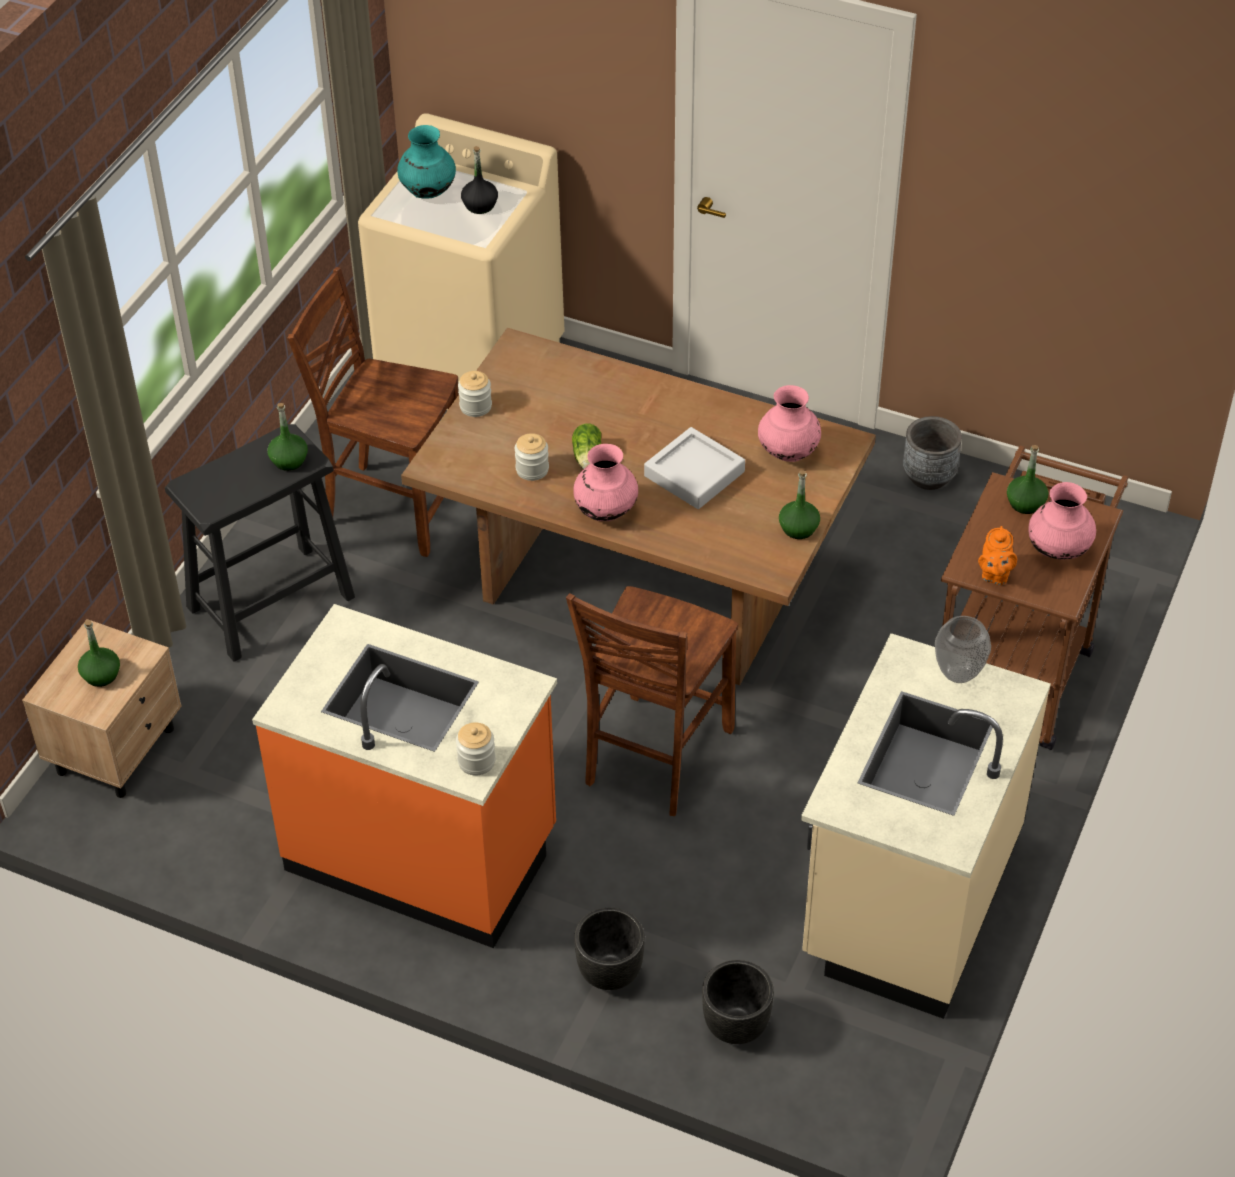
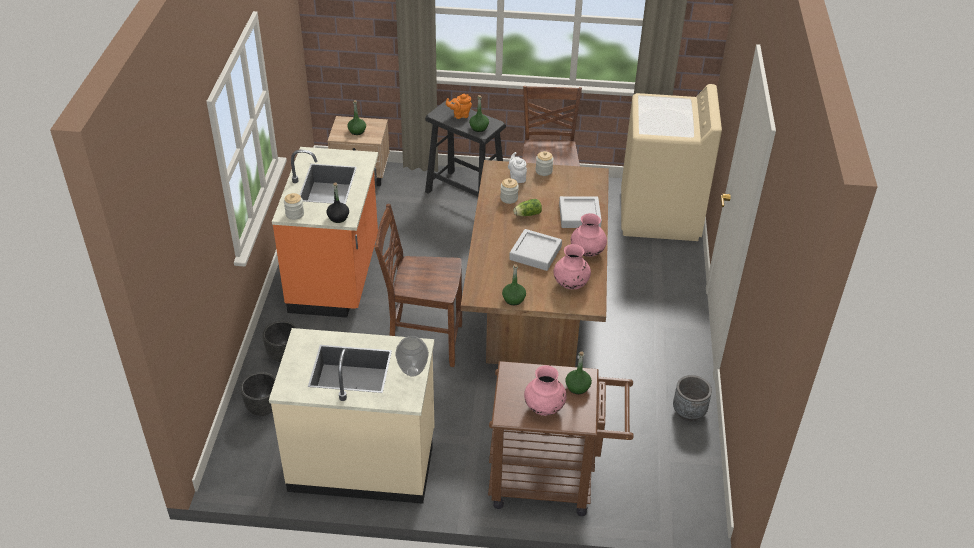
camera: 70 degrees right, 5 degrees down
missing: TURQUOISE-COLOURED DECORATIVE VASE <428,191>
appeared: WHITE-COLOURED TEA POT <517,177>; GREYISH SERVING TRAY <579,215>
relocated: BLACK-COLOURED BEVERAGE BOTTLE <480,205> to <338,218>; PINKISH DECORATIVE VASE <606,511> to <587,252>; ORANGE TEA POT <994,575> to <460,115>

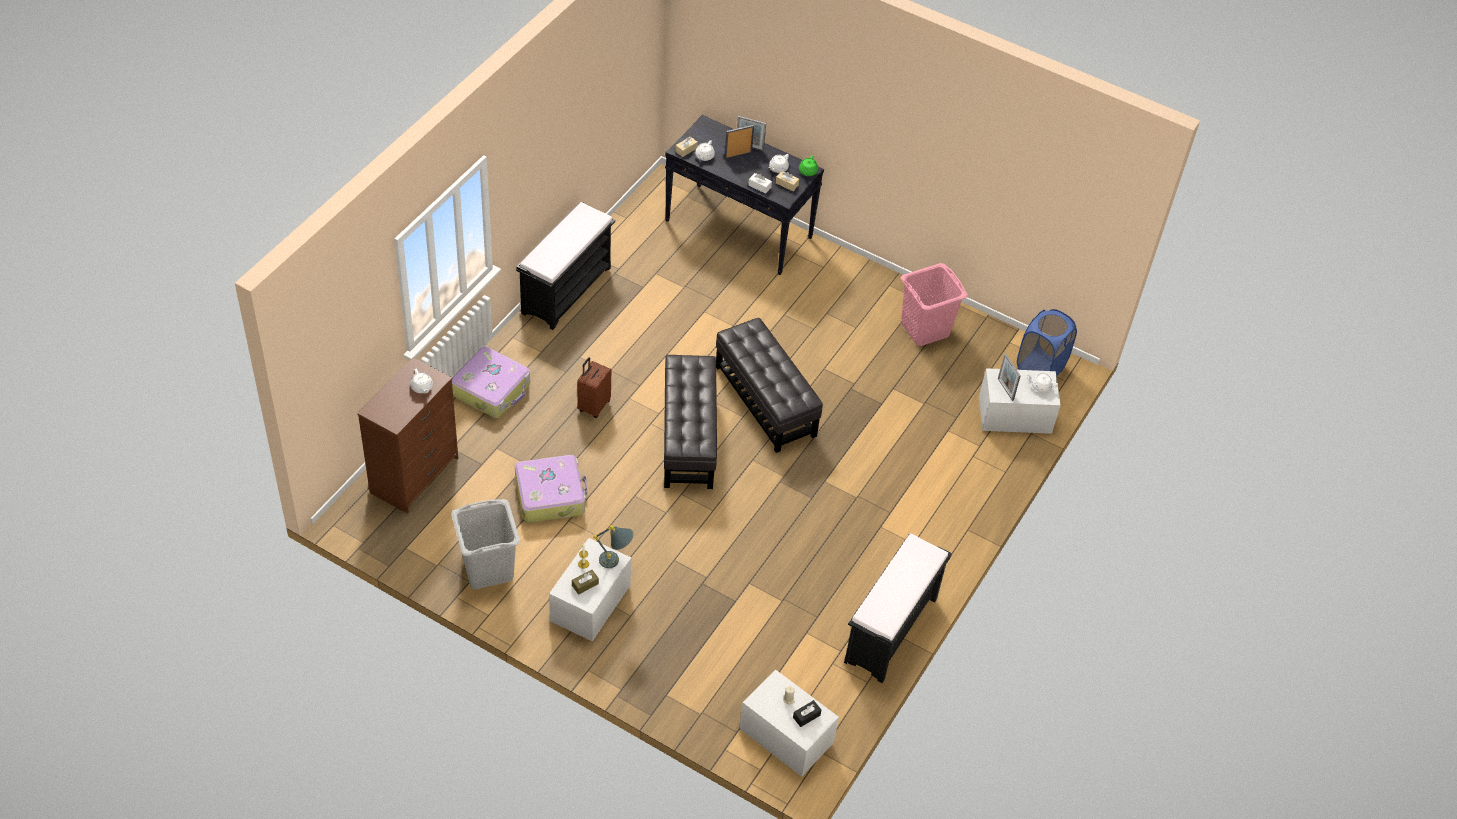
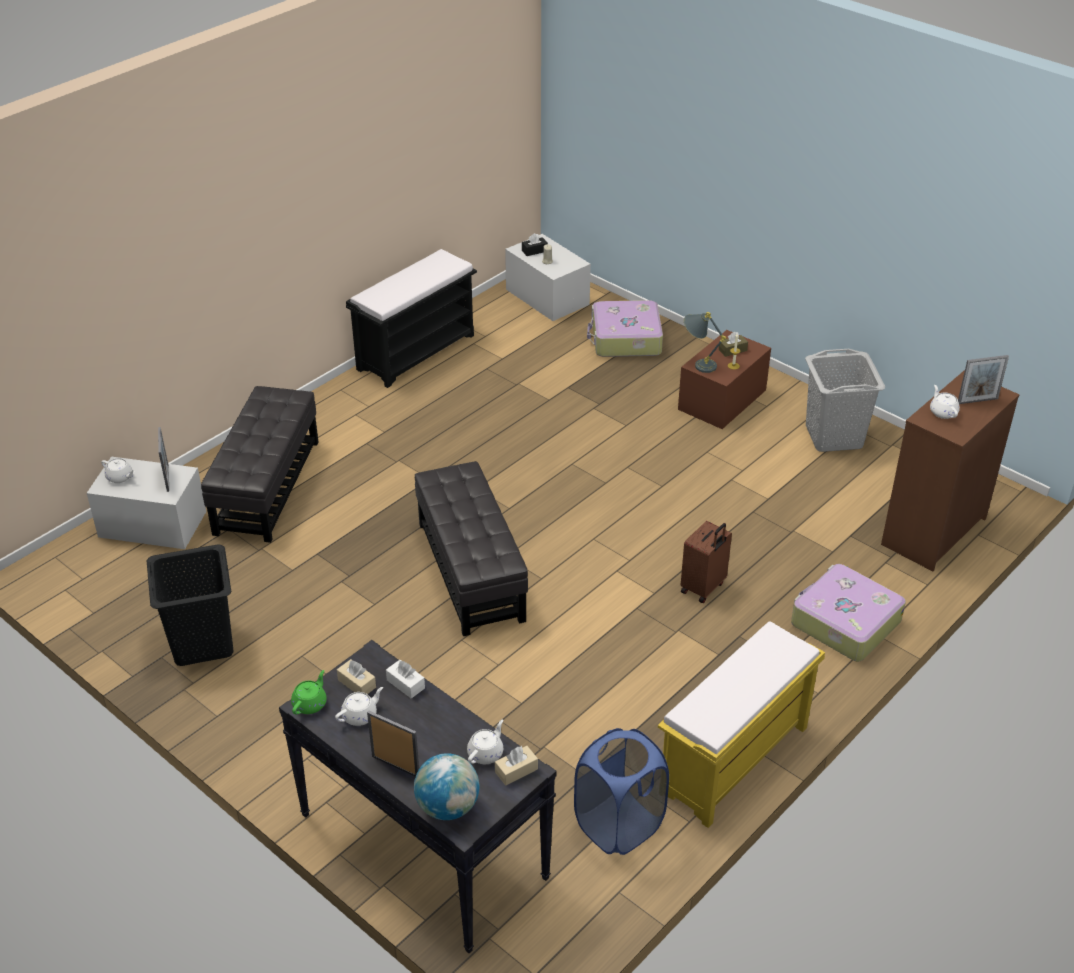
camera: 165 degrees left, 10 degrees down
appeared: DESK GLOBE <448,807>
relocated: PIECE OF LUGGAGE <550,495> to <625,339>; BLACK-COLOURED POUFFE <689,438> to <266,487>; PICTURE FRAME <738,155> to <977,401>; BLUISH LAUNDRY BASKET <1040,368> to <619,825>
colour: BLACK-COLOURED INDOOR BENCH <566,289> to YELLOWISH INDOOR BENCH <733,762>; WHITE-COLOURED STORAGE CONTAINER <590,603> to BROWNISH STORAGE CONTAINER <722,399>; PINKISH LAUNDRY BASKET <924,329> to BLACK-COLOURED LAUNDRY BASKET <203,643>

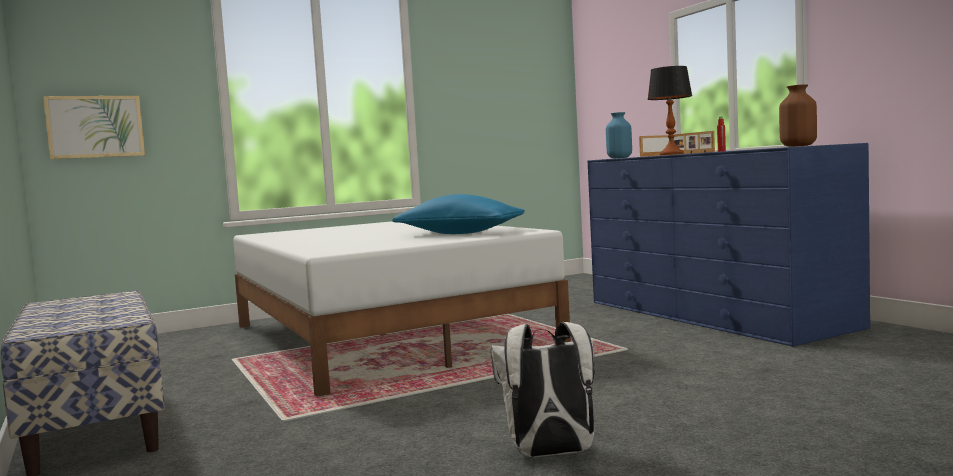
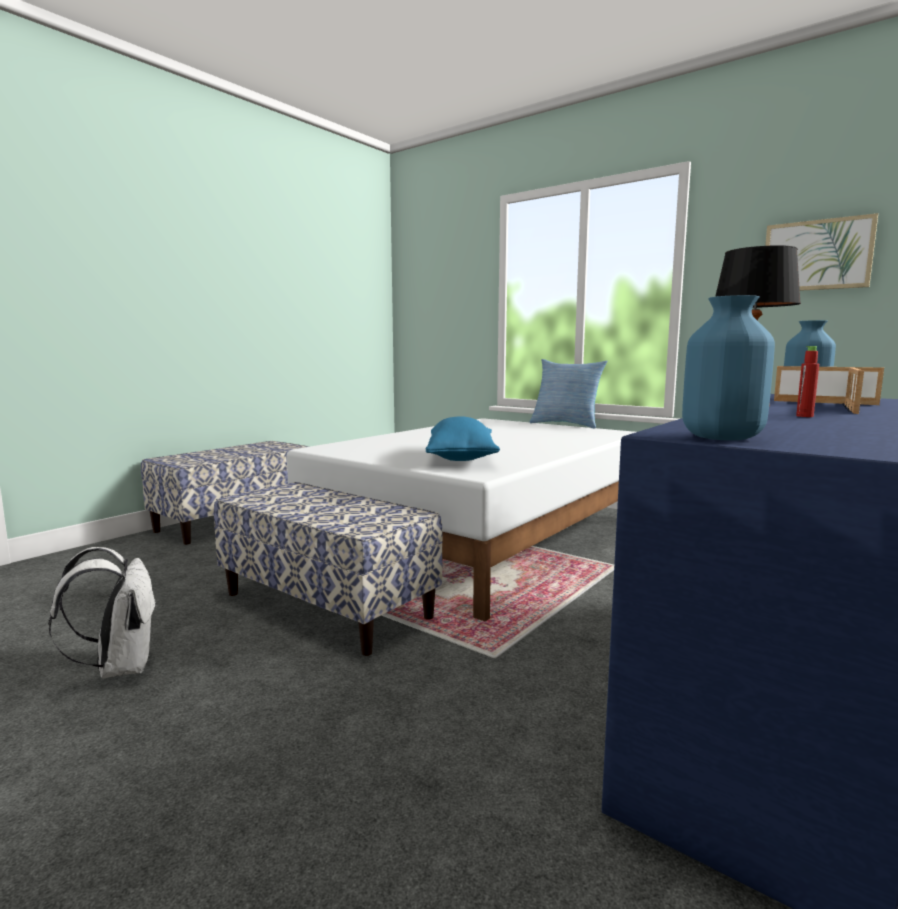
camera: 65 degrees right, 5 degrees up
appeared: INDOOR BENCH <327,605>; PILLOW <566,424>
relocated: PICTURE <95,127> to <816,255>
colour: BROWNISH DECORATIVE VASE <798,146> to BLUISH DECORATIVE VASE <720,438>

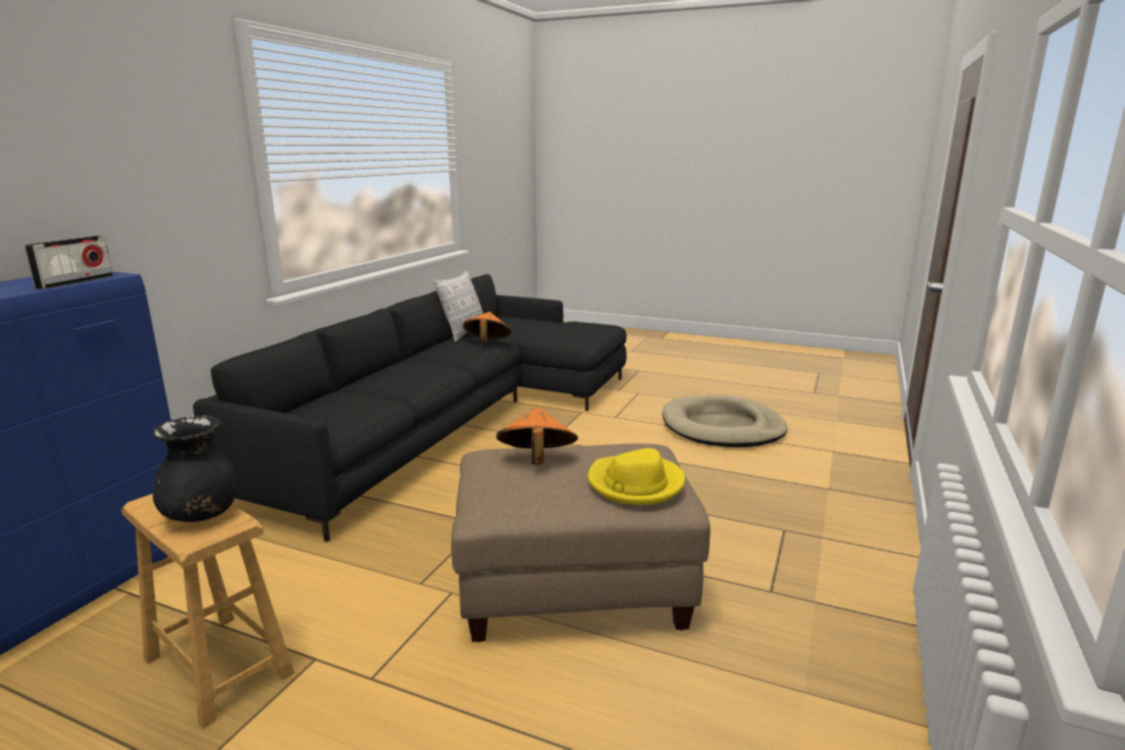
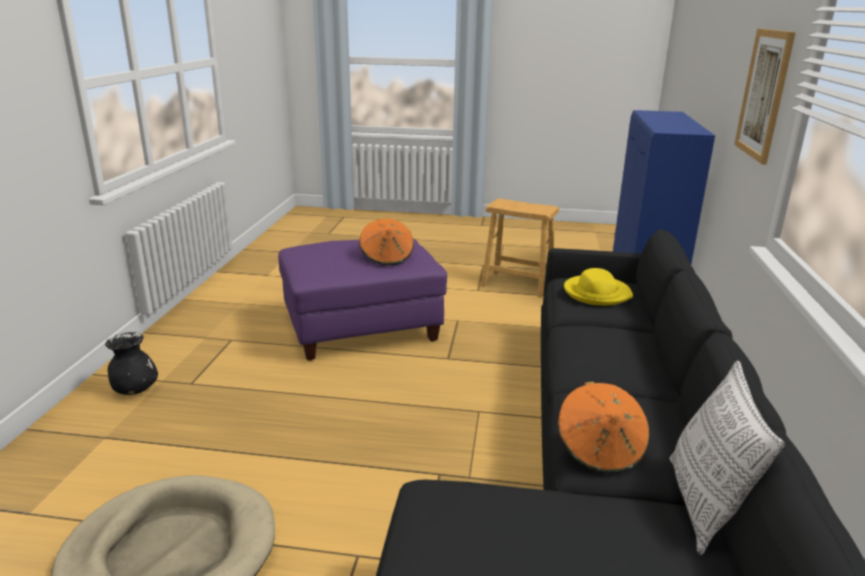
camera: 165 degrees right, 5 degrees up
missing: RADIO RECEIVER <75,282>
appeared: PICTURE <763,94>
relocated: BLACK-COLOURED DECORATIVE VASE <202,515> to <135,390>; YELLOWISH CLOTHING HAT <635,484> to <596,293>
colour: SAND-COLOURED POUFFE <572,587> to PURPLISH POUFFE <362,328>

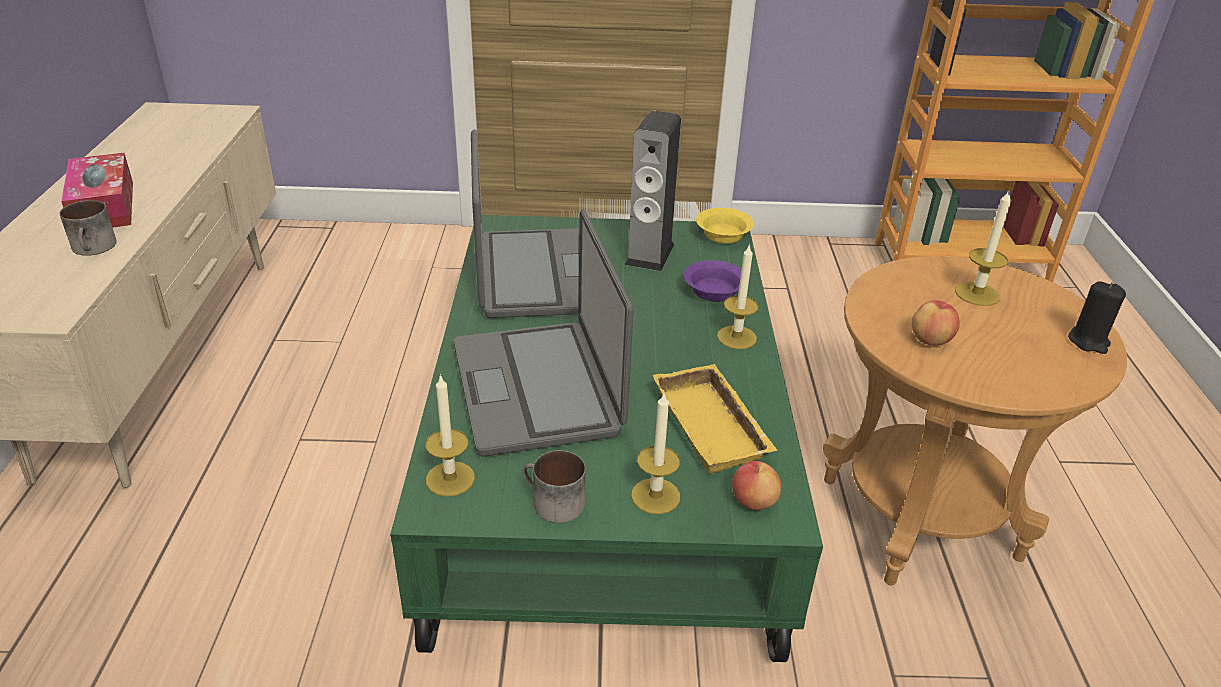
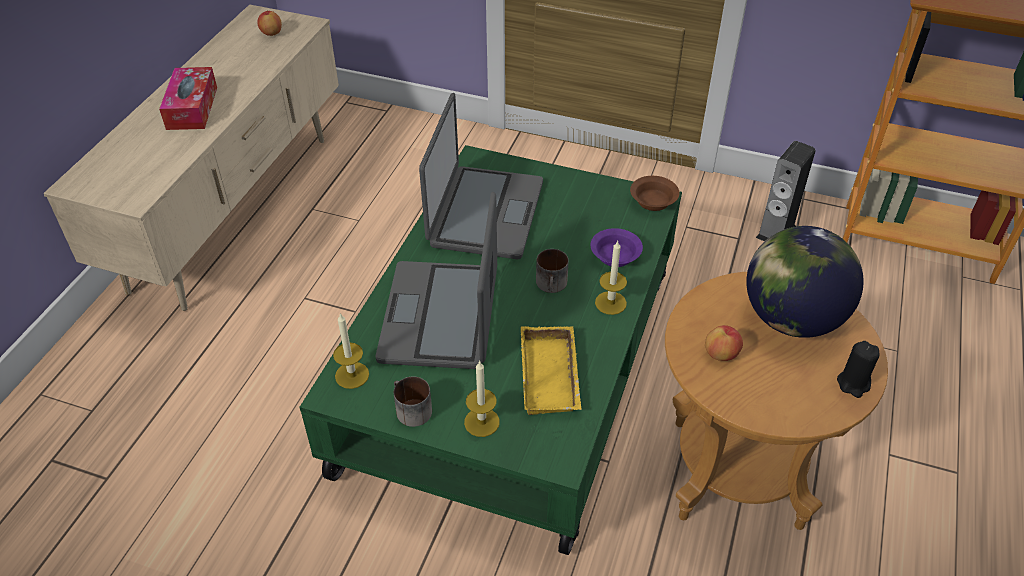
camera: 20 degrees right, 10 degrees up
relocated: MUG <95,248> to <552,285>; AUDIO SPEAKER <649,254> to <776,232>; APPLE <753,501> to <271,33>
exchanged: WAX LIGHT <977,294> to DESK GLOBE <791,318>
colour: YELLOWISH DEEP DISH <722,236> to BROWNISH DEEP DISH <652,201>

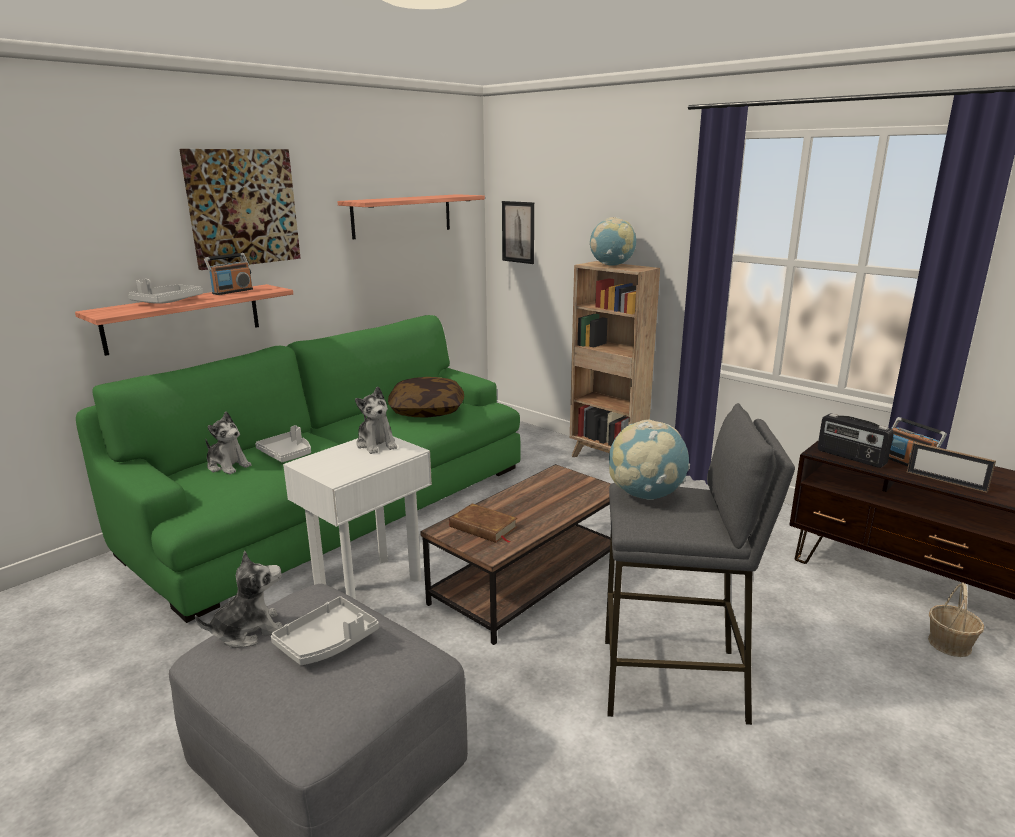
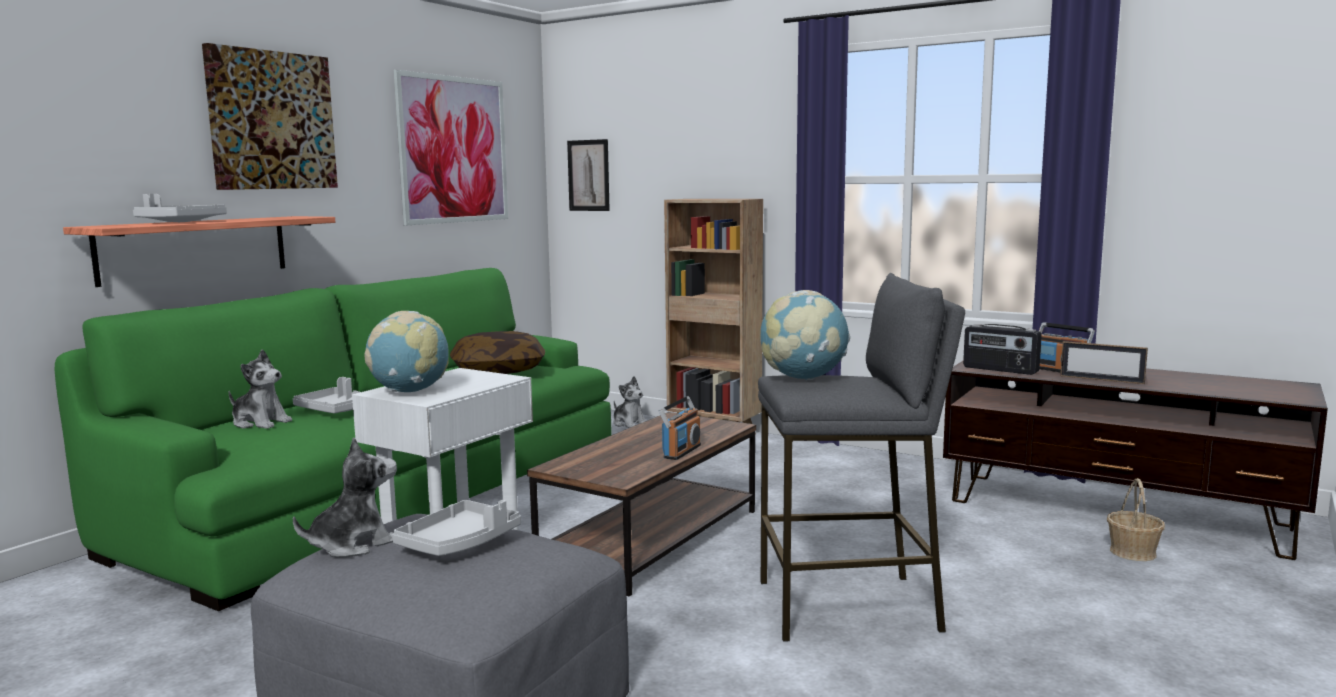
camera: 10 degrees left, 10 degrees down
missing: BROWNISH BOOK <483,527>
relocated: RADIO RECEIVER <232,291> to <681,451>; SOFT TOY <376,444> to <629,424>; DESK GLOBE <611,265> to <410,391>
exchanged: BRACKET SHELF <402,215> to PICTURE <453,150>

